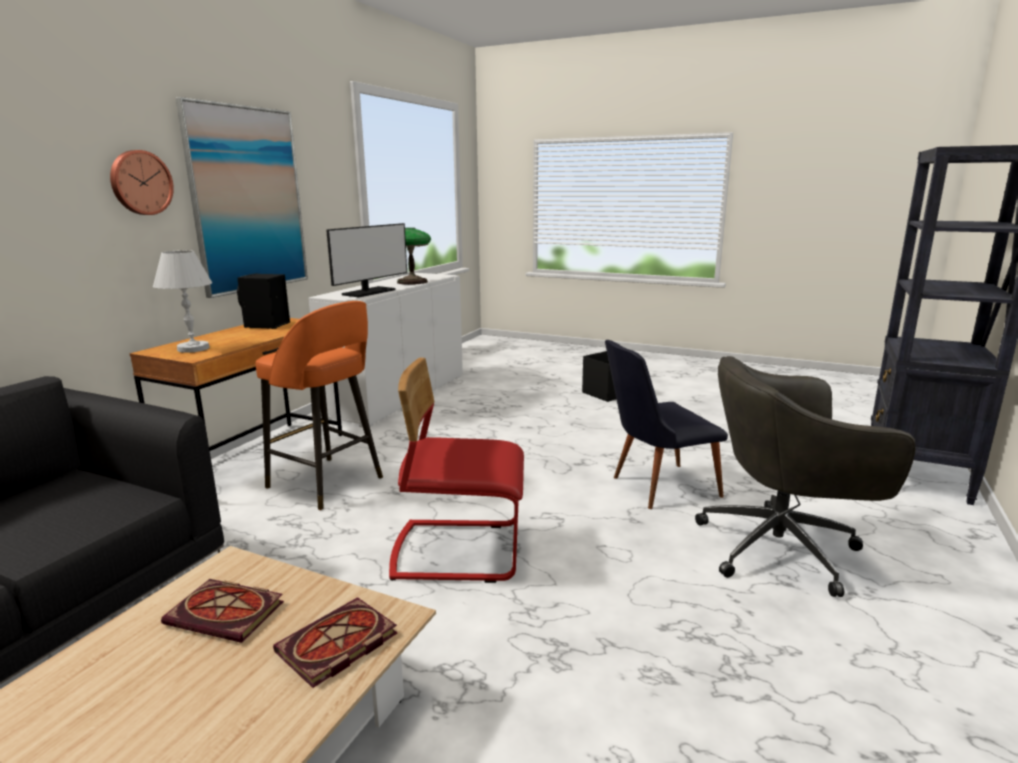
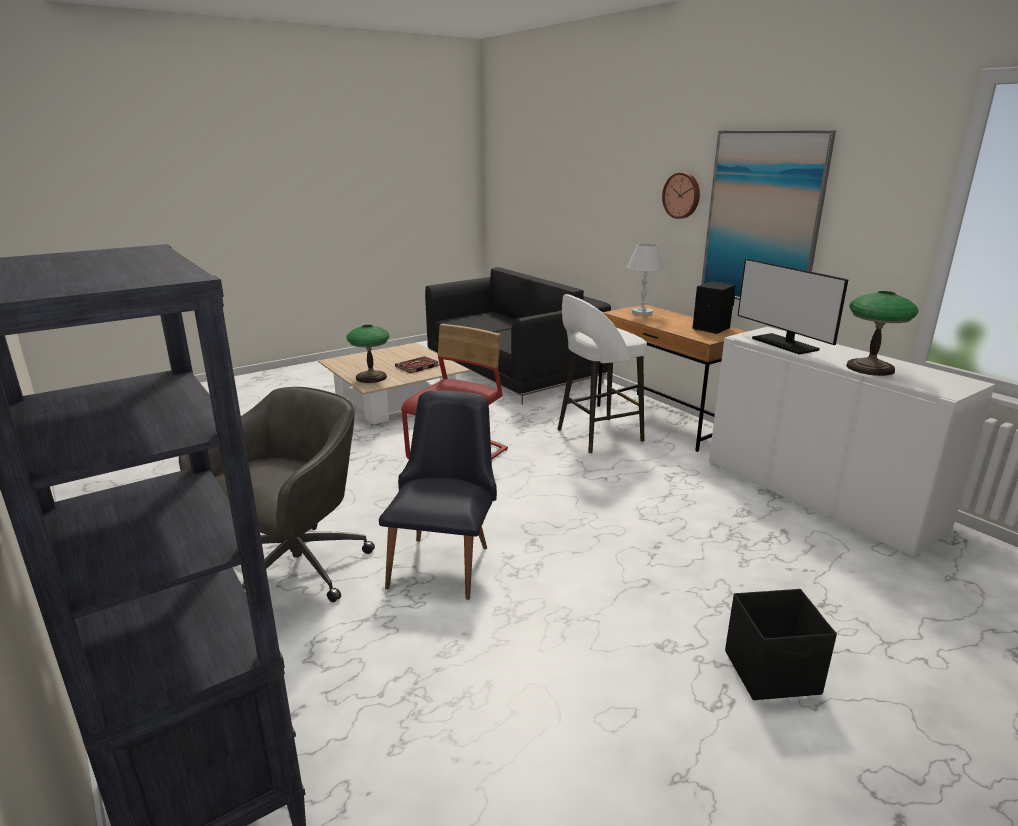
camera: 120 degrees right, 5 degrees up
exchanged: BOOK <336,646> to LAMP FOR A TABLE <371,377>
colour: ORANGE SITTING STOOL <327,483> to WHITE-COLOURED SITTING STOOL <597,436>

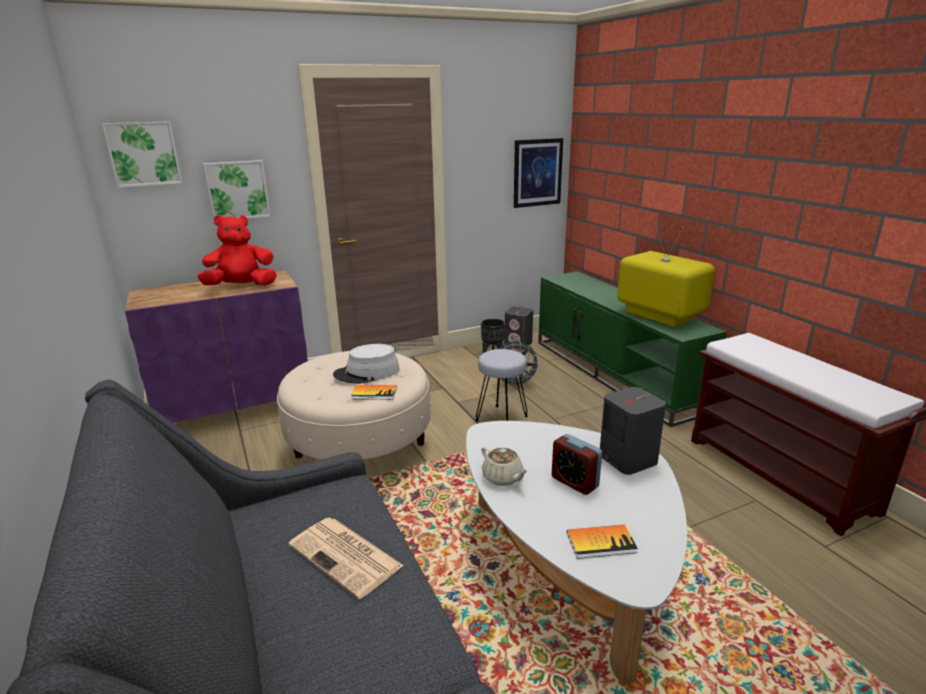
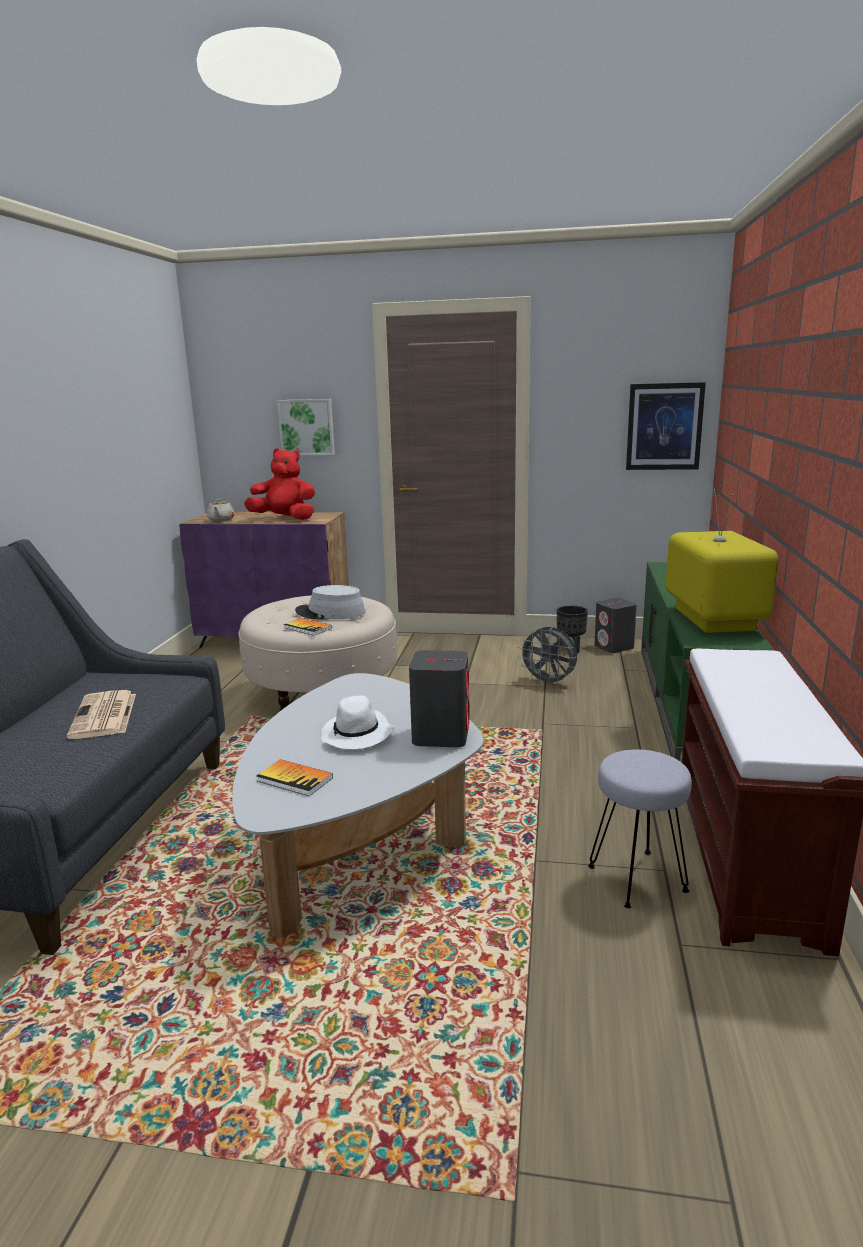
camera: 35 degrees right, 5 degrees down
missing: PICTURE <144,154>
relocated: GREYISH SITTING STOOL <501,418> to <637,878>; SAND-COLOURED TEA POT <503,478> to <221,520>
exchanged: BEDSIDE CLOCK <574,482> to WHITE-COLOURED CLOTHING HAT <357,735>

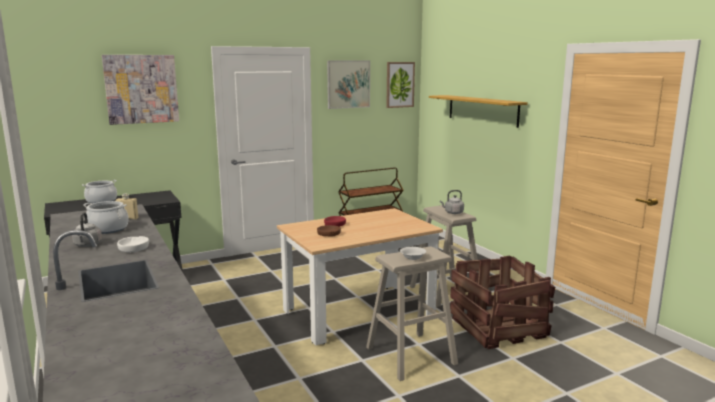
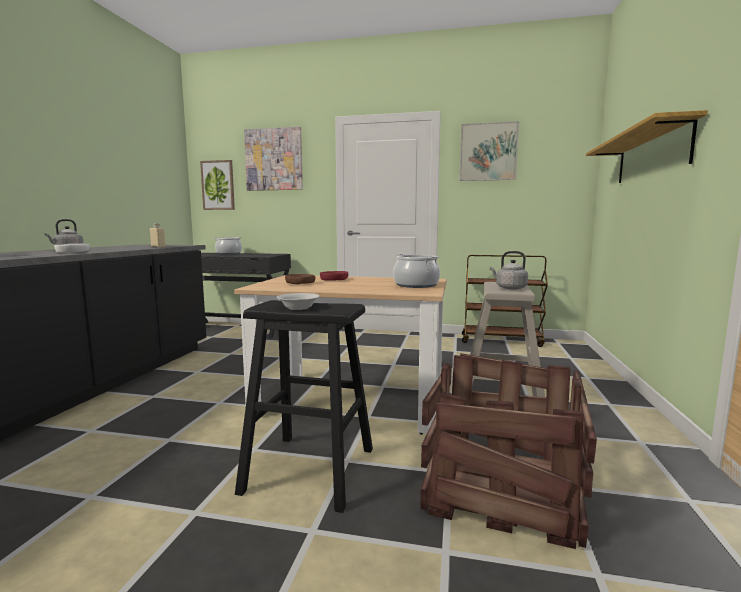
camera: 40 degrees right, 5 degrees down
relocated: STOCKPOT <108,229> to <416,285>; PICTURE <400,84> to <218,185>
colour: SAND-COLOURED SITTING STOOL <410,355> to BLACK-COLOURED SITTING STOOL <309,470>

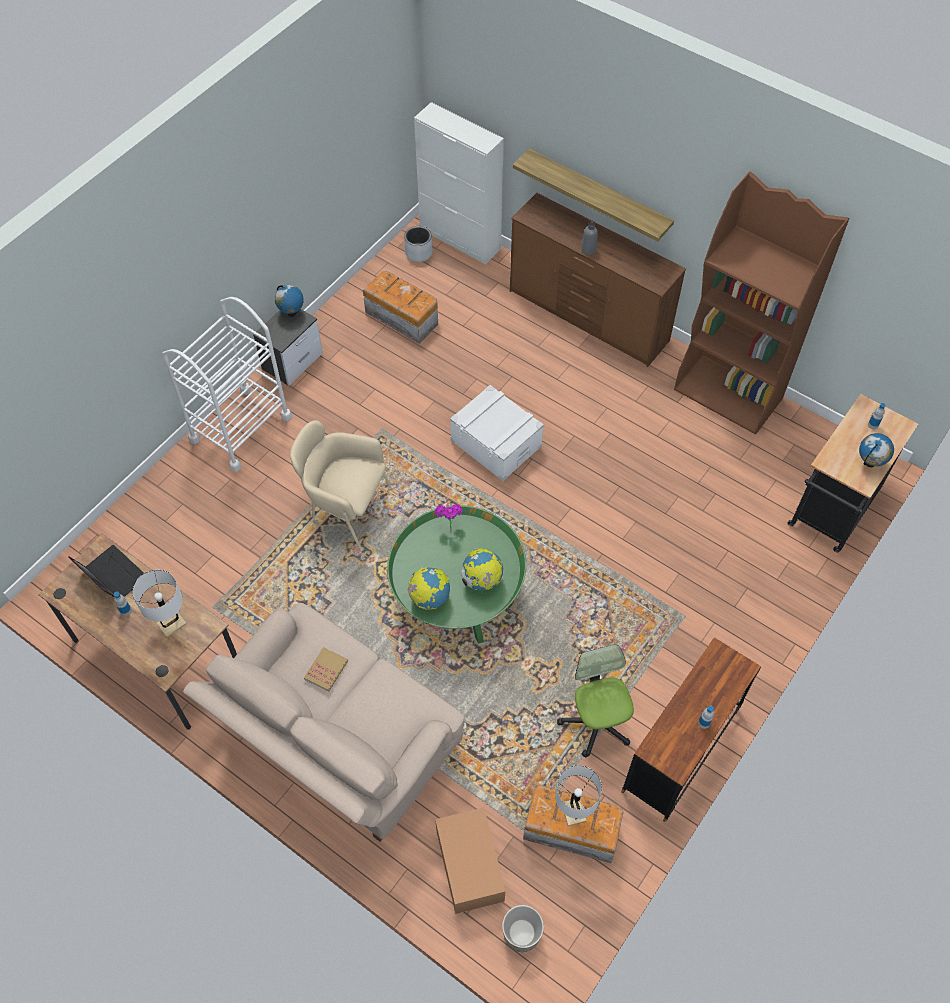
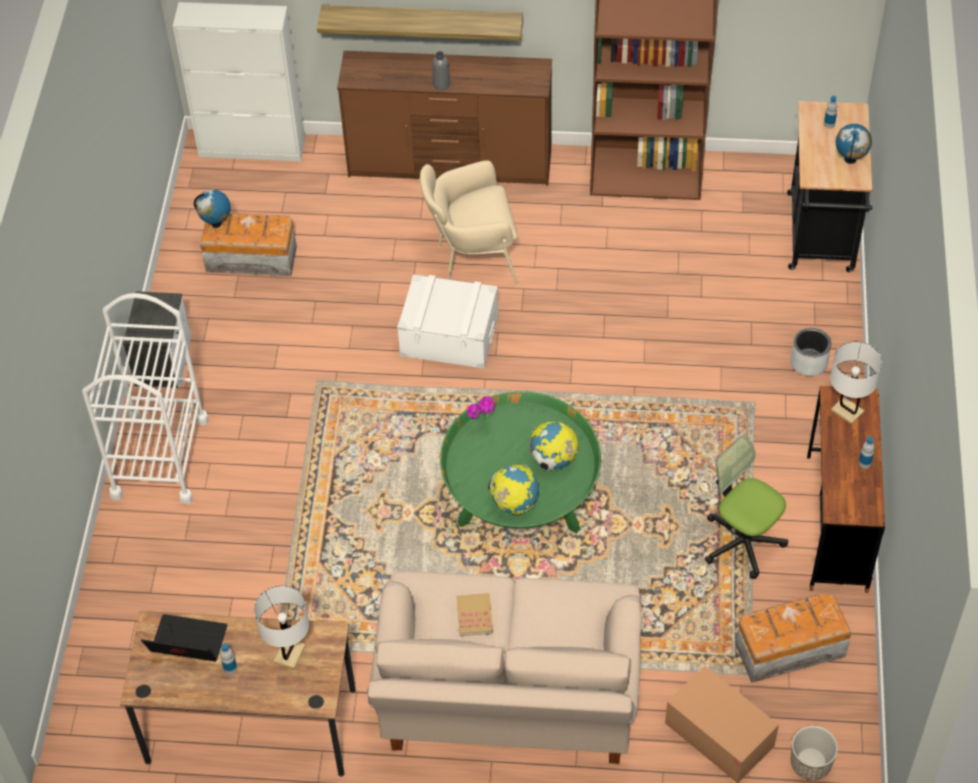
camera: 30 degrees left, 5 degrees down
relocated: DESK GLOBE <291,313> to <216,223>; SAND-COLOURED LOUNGE CHAIR <345,508> to <472,259>; GREYISH PLANTER <419,253> to <809,363>; WHITE-COLOURED LAMP FOR A TABLE <573,812> to <847,411>

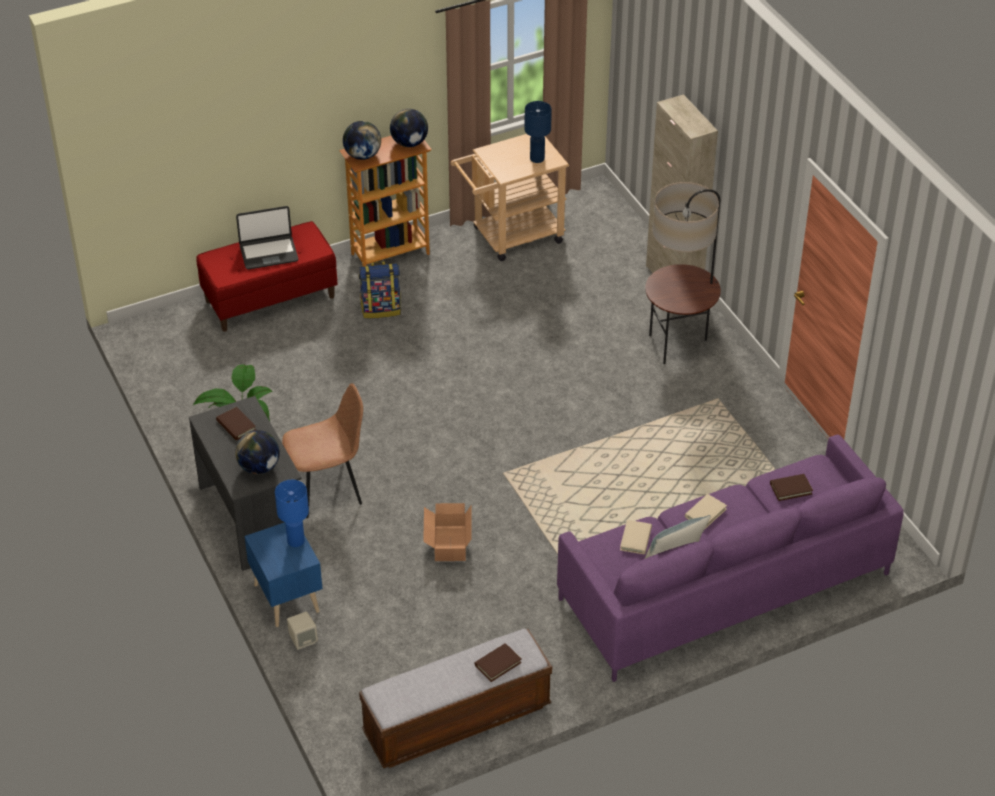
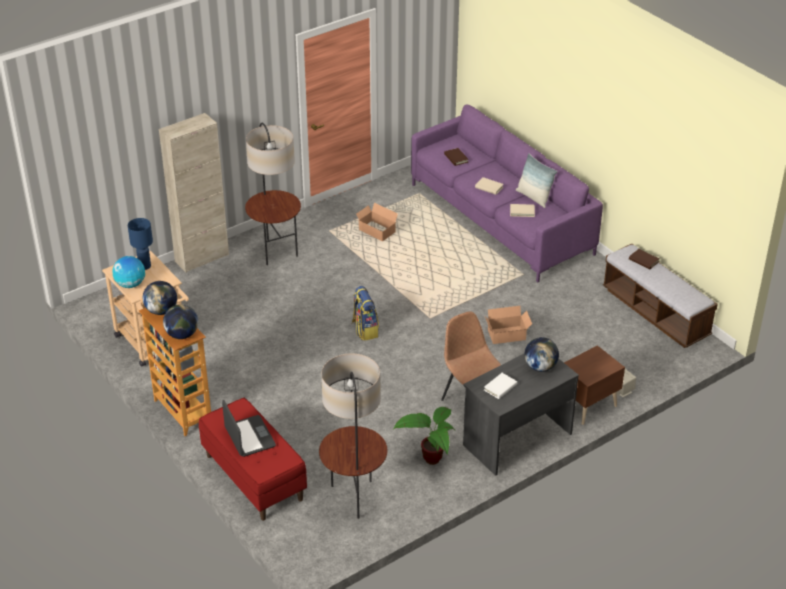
camera: 100 degrees left, 5 degrees down
missing: BLUISH LAMP FOR A TABLE <295,540>
appeared: DESK GLOBE <130,284>; STANDING LAMP <354,498>; CARTON <376,232>
relocated: KNAPSACK <381,309> to <364,330>
colour: BROWNISH BOOK <236,425> to WHITE-COLOURED BOOK <500,387>; BLUISH NIGHT TABLE <287,597> to BROWNISH NIGHT TABLE <587,405>

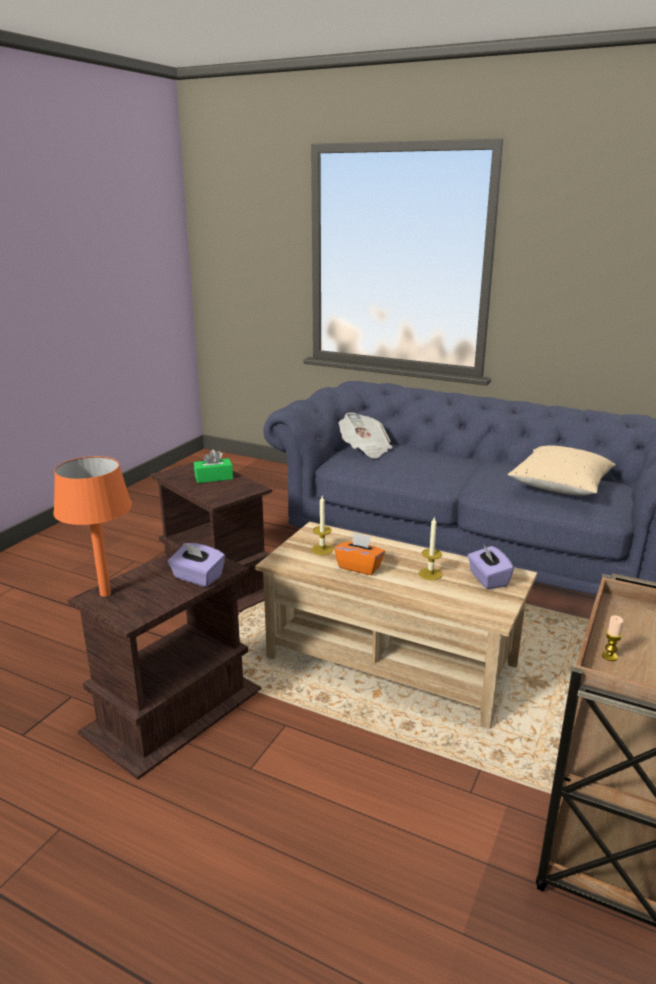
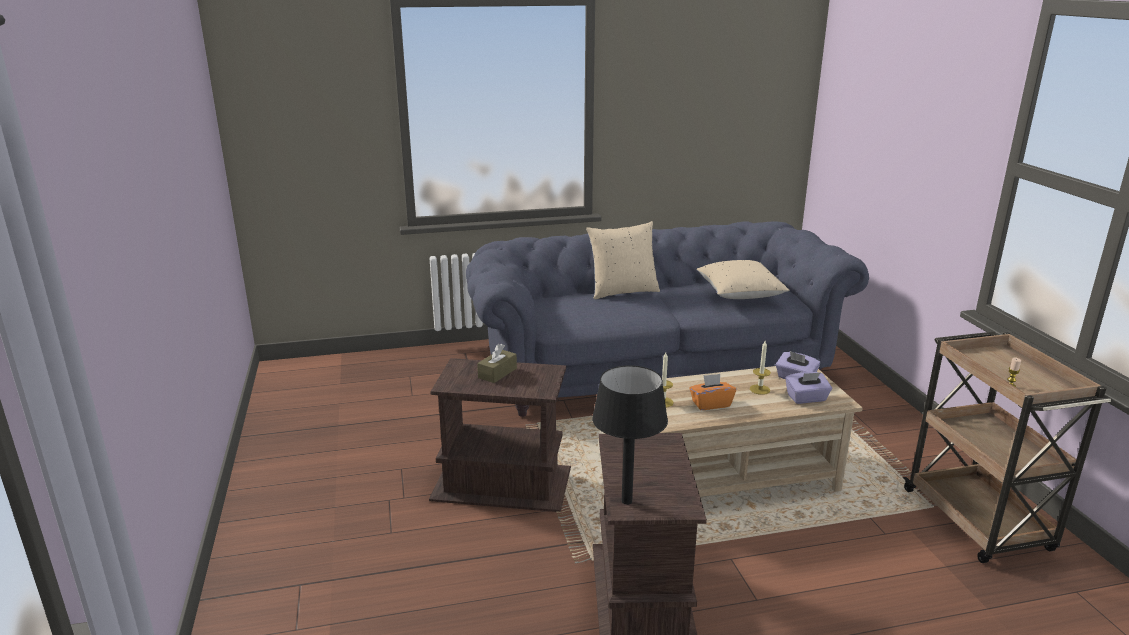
camera: 40 degrees left, 0 degrees up
missing: NEWSPAPER <365,449>
appeared: SAND-COLOURED PILLOW <622,291>
relocated: PURPLISH TISSUE BOX <197,578> to <806,398>
colour: ORANGE LAMP FOR A TABLE <106,593> to BLACK-COLOURED LAMP FOR A TABLE <627,501>; GREEN-COLOURED TISSUE BOX <213,477> to BROWNISH TISSUE BOX <497,373>

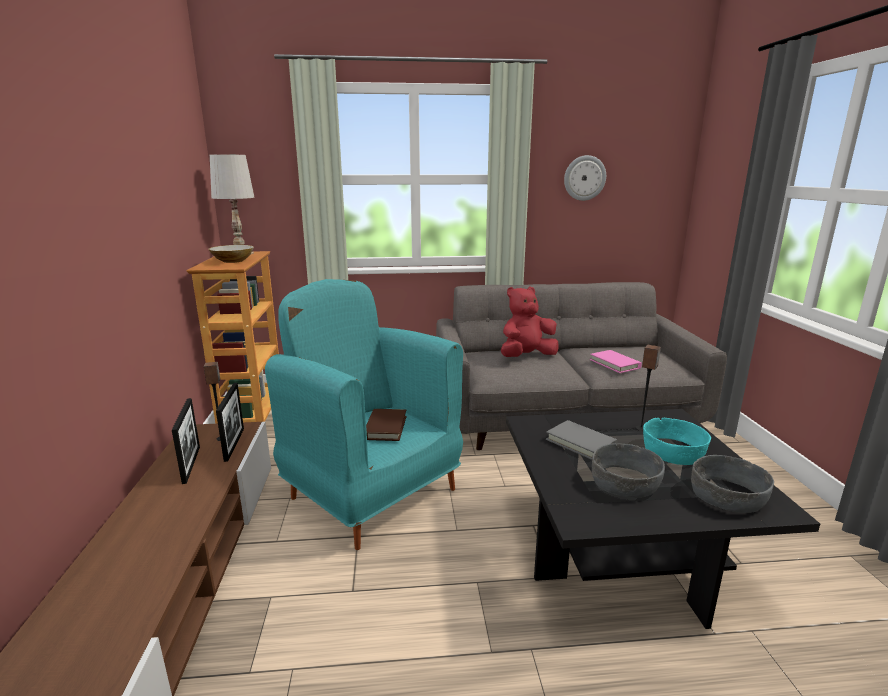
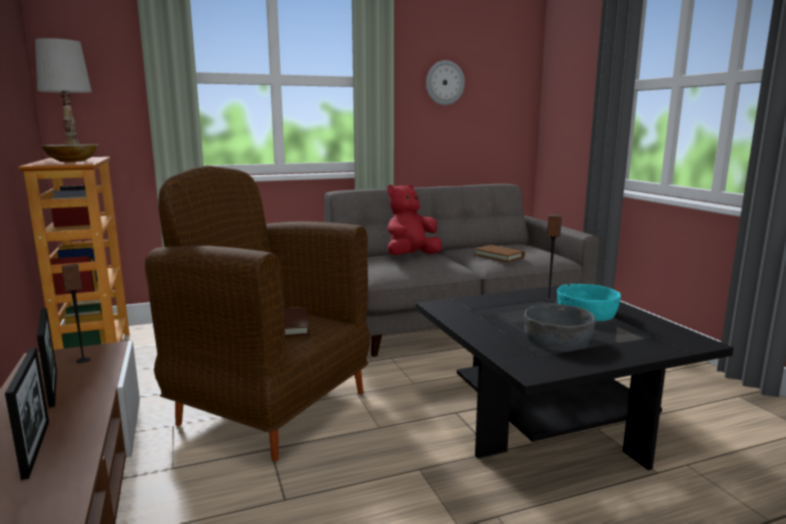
camera: 15 degrees left, 5 degrees down
missing: GREYISH BOOK <580,443>; GREYISH DEEP DISH <728,495>
relocated: PICTURE FRAME <234,444> to <36,448>
colour: TURQUOISE-COLOURED LOUNGE CHAIR <372,493> to BROWNISH LOUNGE CHAIR <271,407>; PINKISH BOOK <615,364> to BROWNISH BOOK <499,256>

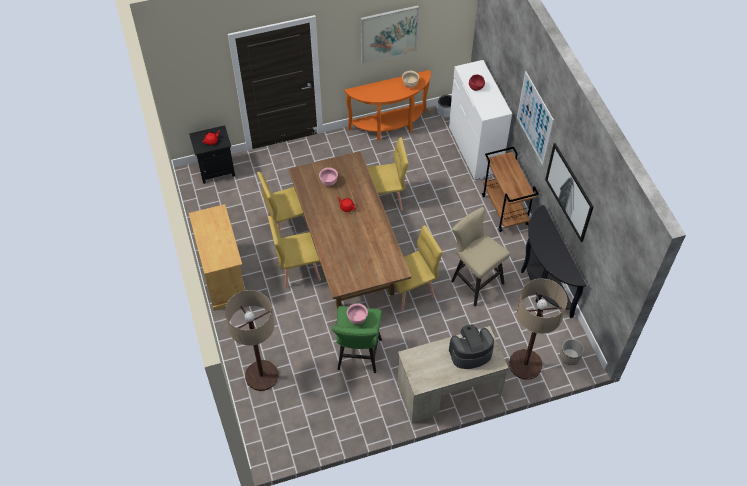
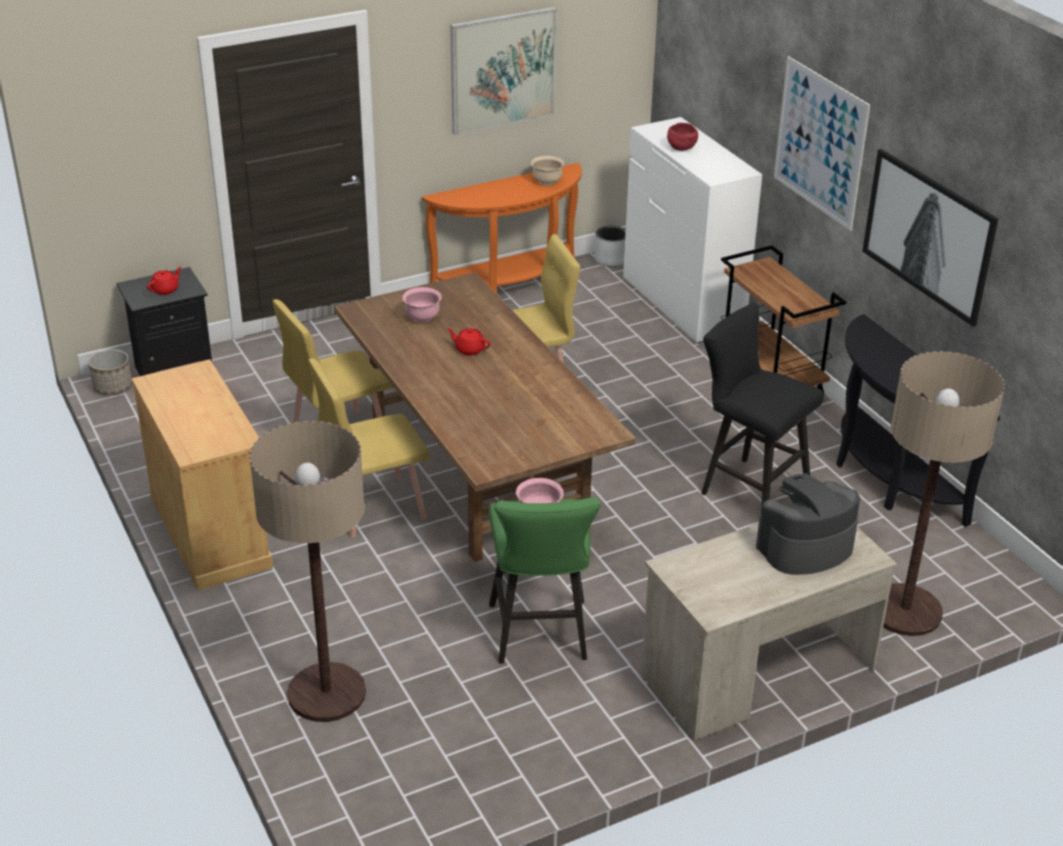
camera: 10 degrees left, 20 degrees down
missing: YELLOWISH CHAIR <410,290>
relocated: PLANTER <570,357> to <113,387>
colour: SAND-COLOURED SITTING STOOL <474,280> to BLACK-COLOURED SITTING STOOL <748,488>

